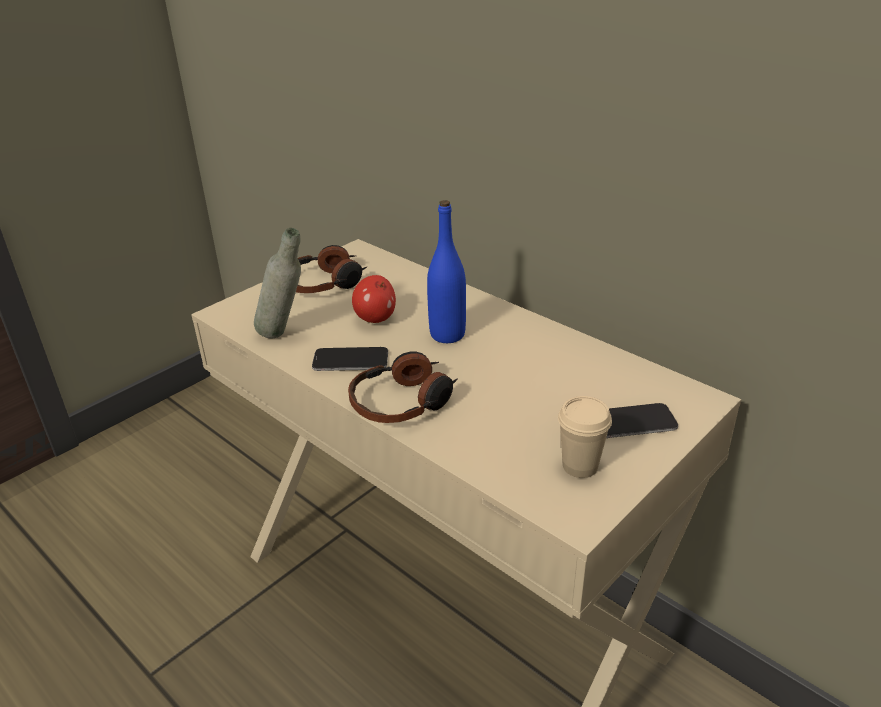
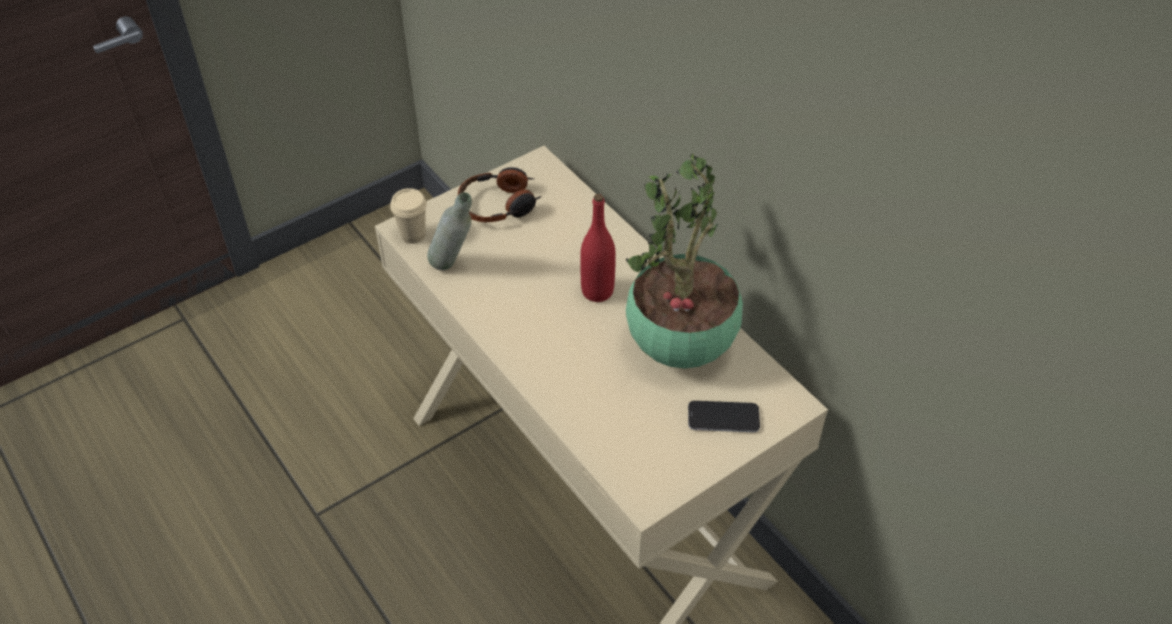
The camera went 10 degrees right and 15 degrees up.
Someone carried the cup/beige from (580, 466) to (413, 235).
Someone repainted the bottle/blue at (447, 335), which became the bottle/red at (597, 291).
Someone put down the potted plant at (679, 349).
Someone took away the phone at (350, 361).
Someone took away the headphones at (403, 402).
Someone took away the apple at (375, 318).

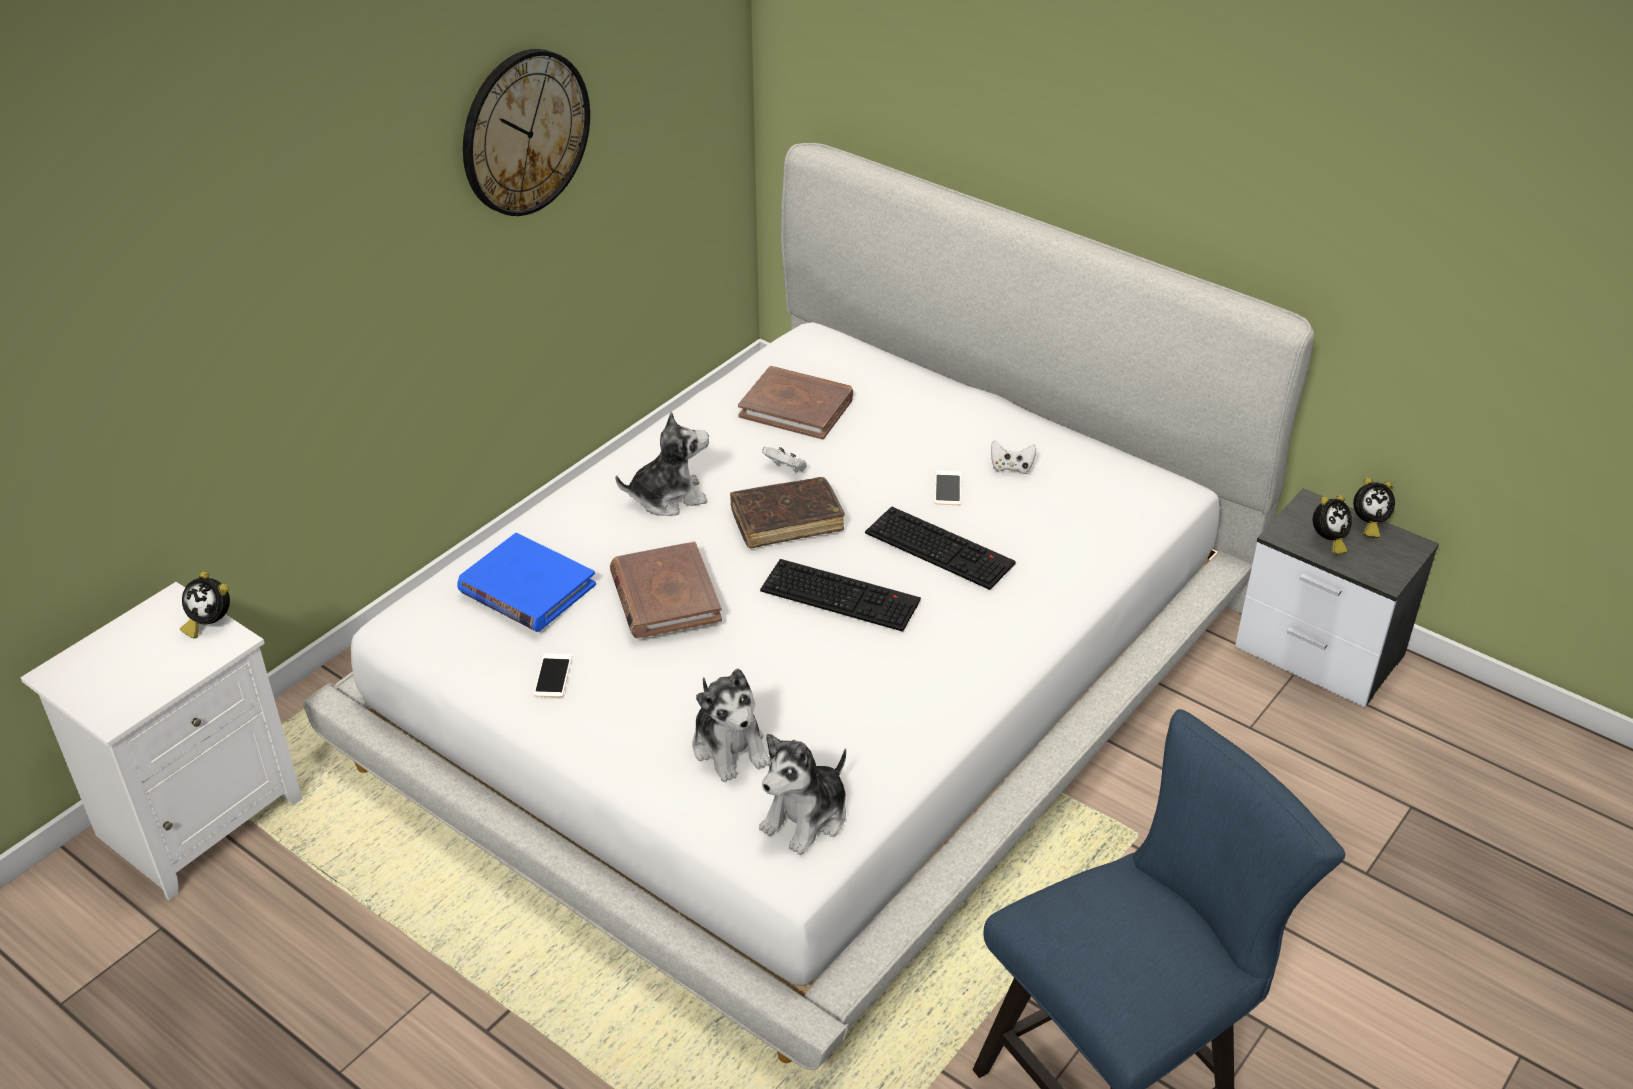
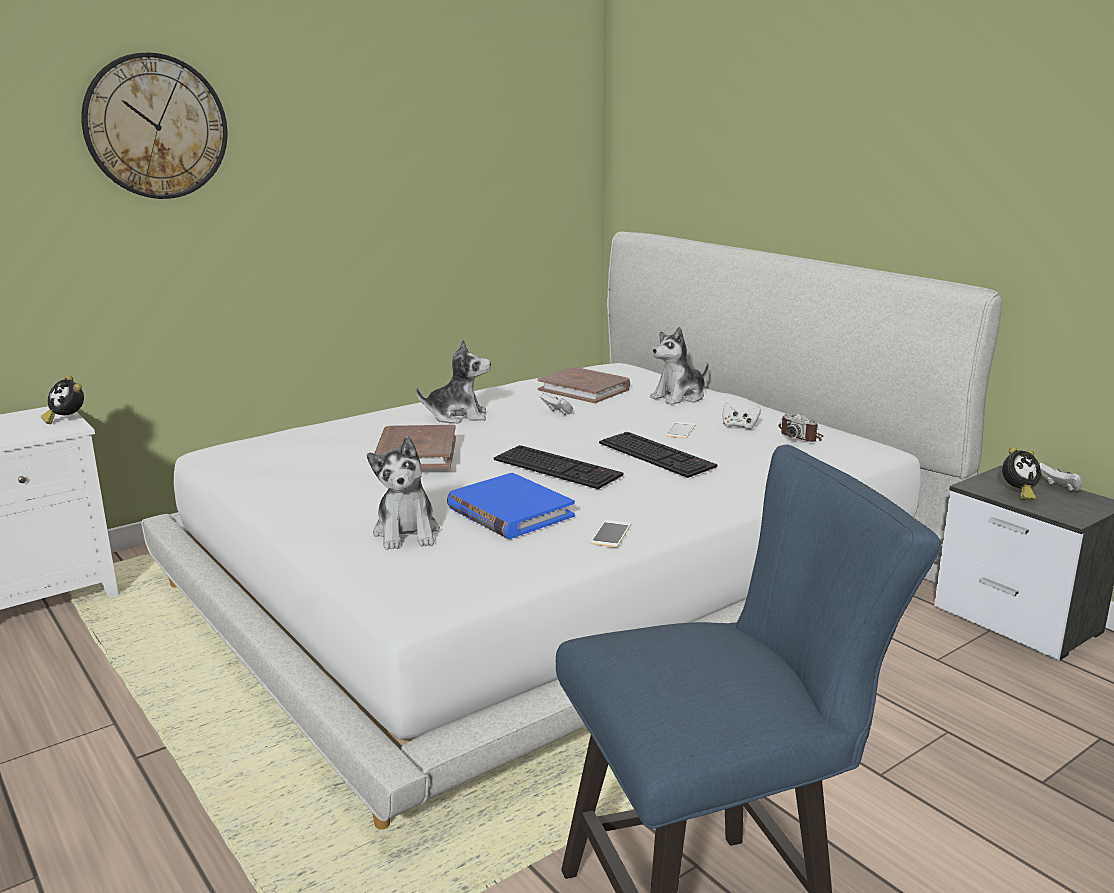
The camera went 15 degrees right and 20 degrees down.
Someone carried the wall clock from (525, 132) to (156, 127).
Someone carried the book/blue from (526, 588) to (509, 512).
Someone carried the phone from (553, 676) to (611, 534).
Someone carried the plush toy from (806, 818) to (679, 397).
Someone put down the photo camera at (801, 436).
Someone swapped the alarm clock at (1367, 524) for the game controller/white at (1059, 488).
Someone took away the book/brown at (787, 520).

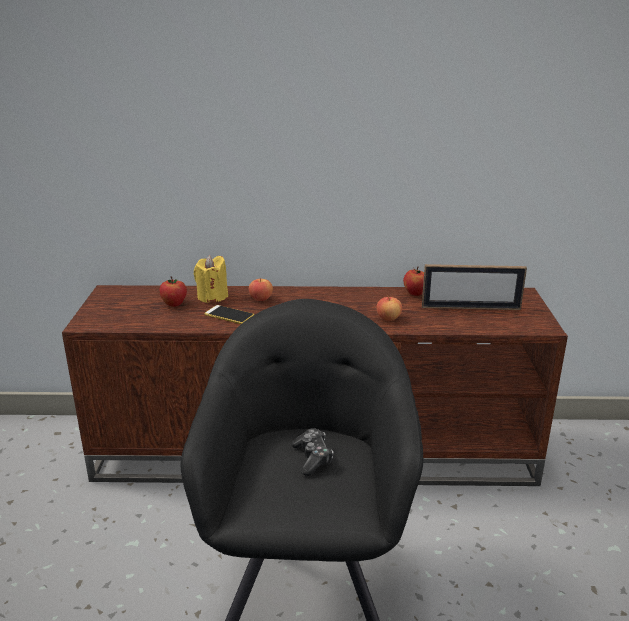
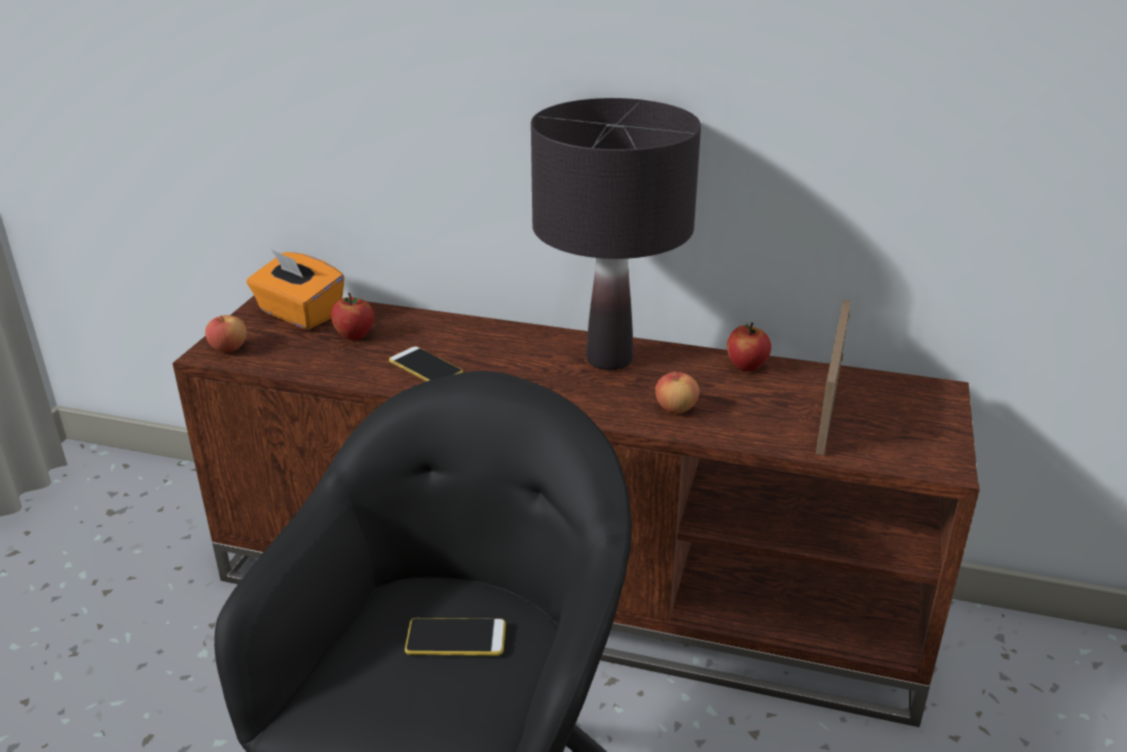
The camera went 15 degrees right and 5 degrees up.
Someone carried the apple from (261, 299) to (229, 348).
Someone put down the tissue box/orange at (299, 314).
Someone swapped the game controller at (312, 458) for the phone at (456, 638).
Someone put down the table lamp/black at (609, 359).
Someone rotated the picture frame at (470, 308) by 90 degrees clockwise.
Someone took away the candle/yellow at (212, 297).

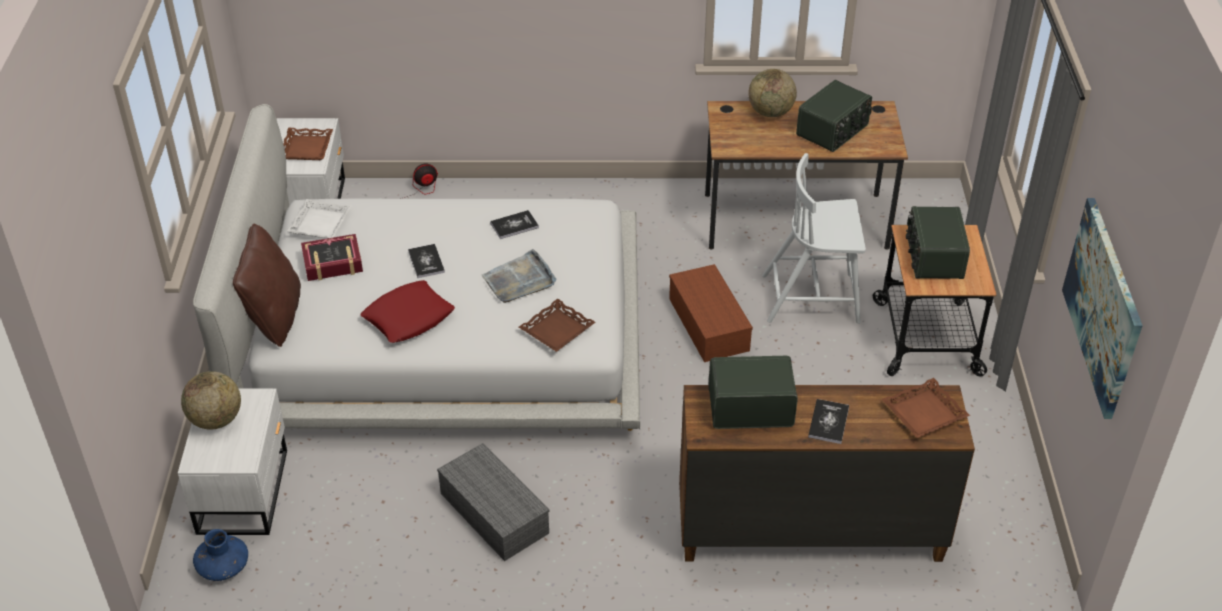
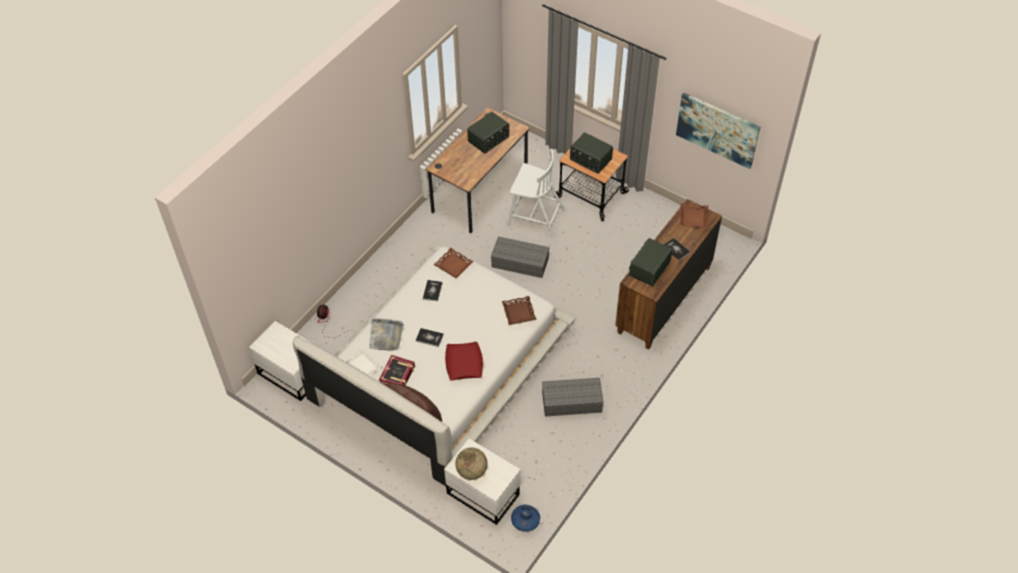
The camera went 55 degrees left and 10 degrees up.
Someone carried the tray/grey from (519, 280) to (386, 335).
Someone carried the tray/brown from (307, 148) to (453, 265).
Someone rotated the radio at (833, 131) by 60 degrees clockwise.
Someone repainted the storage box/brown at (710, 325), which became the storage box/grey at (521, 262).
Someone rotated the chair/white at (812, 298) by 105 degrees counterclockwise.
Someone took away the globe at (770, 112).

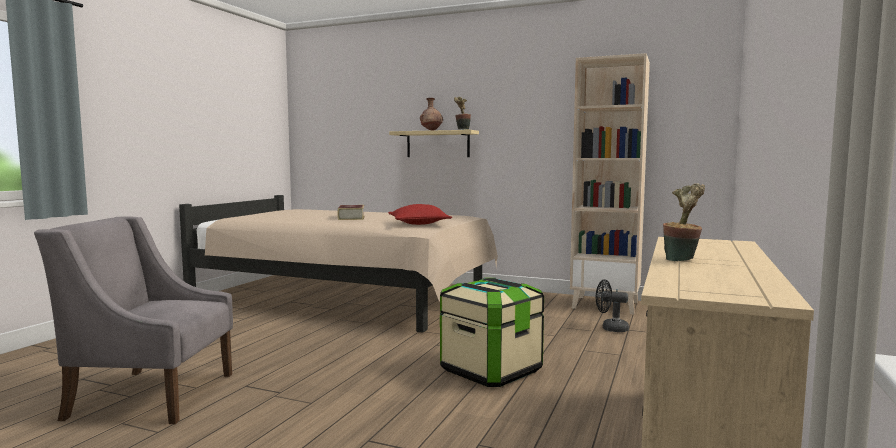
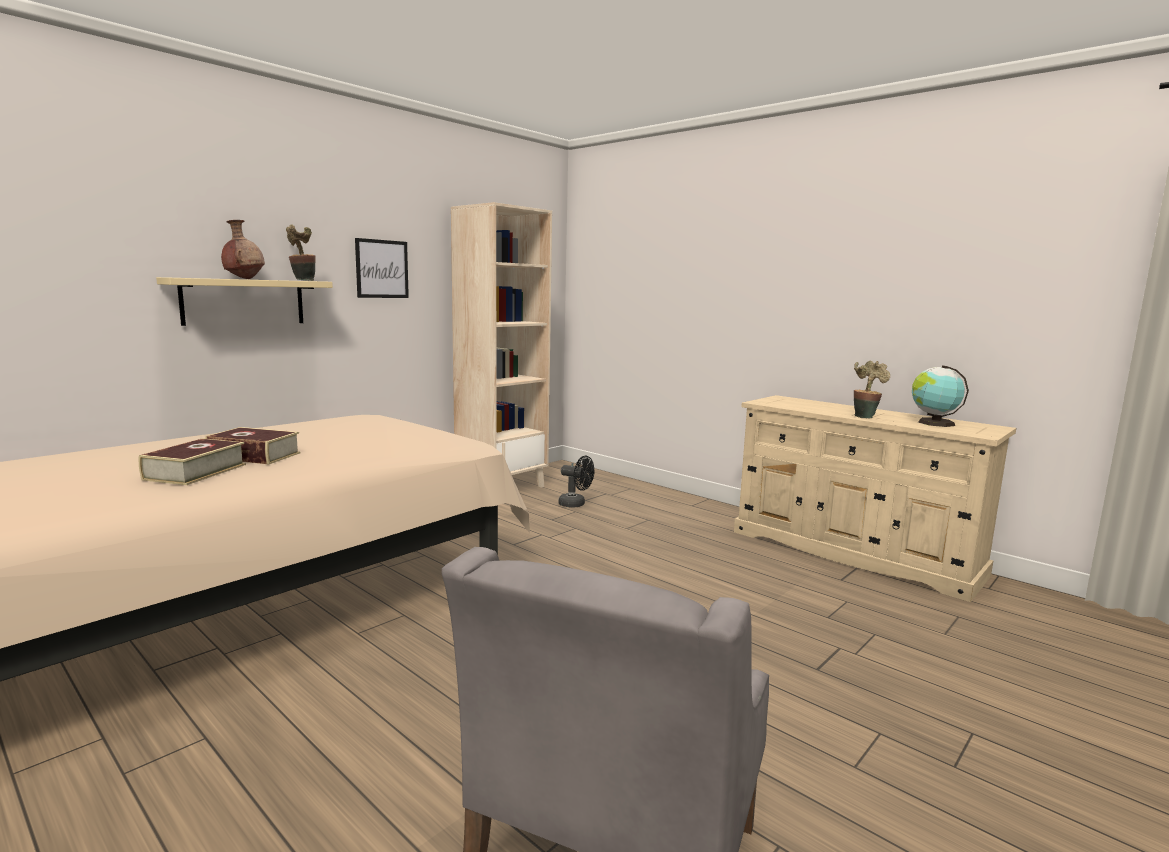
The camera went 70 degrees left and 5 degrees up.
Someone put down the book at (195, 472).
Someone put up the picture at (382, 269).
Someone rotated the fan/black at (610, 328) by 105 degrees counterclockwise.
Someone put down the globe at (933, 423).
Someone took away the pillow/red at (418, 224).
Someone took away the storage box at (490, 370).

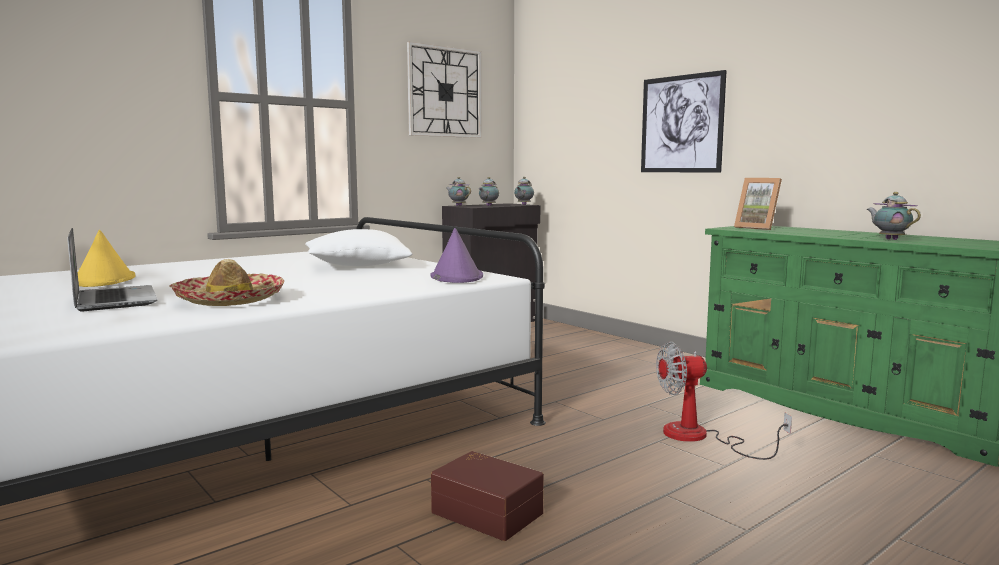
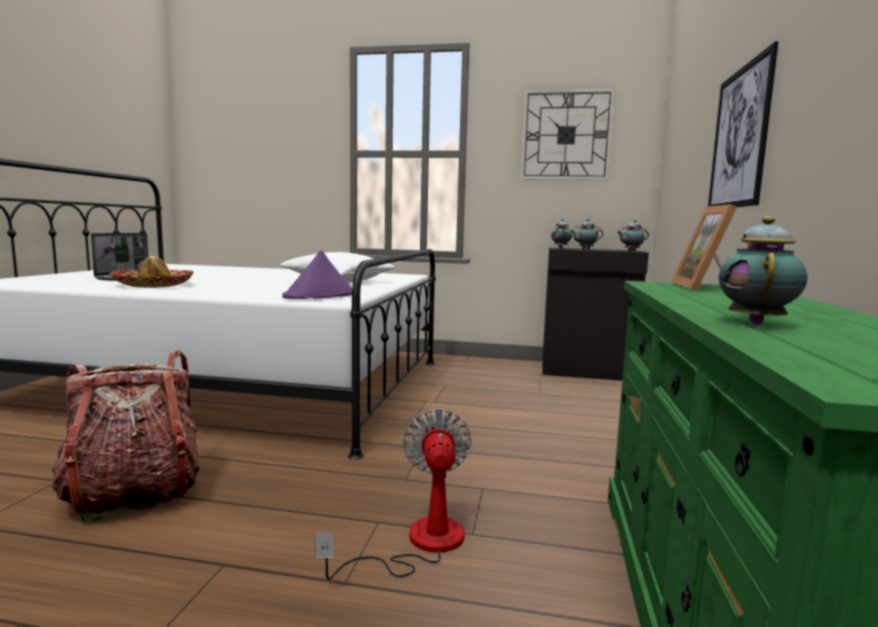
The camera went 50 degrees right and 0 degrees up.
Someone swapped the storage box/brown at (488, 511) for the backpack at (133, 493).
Someone rotated the fan at (700, 437) by 45 degrees clockwise.
Someone took away the hat/yellow at (104, 281).

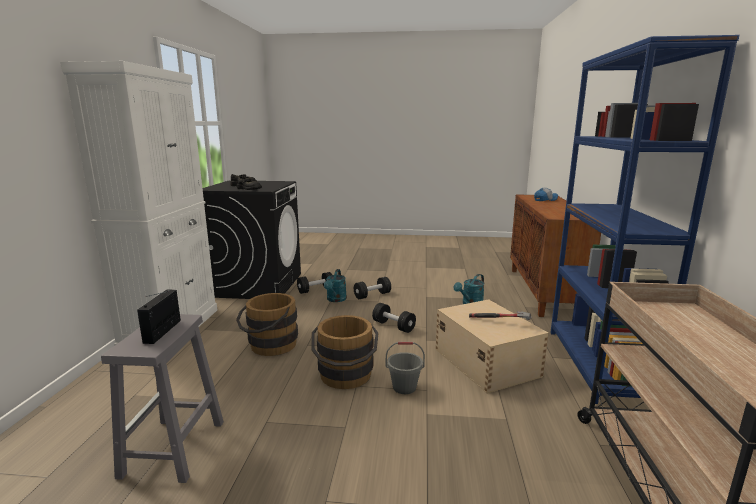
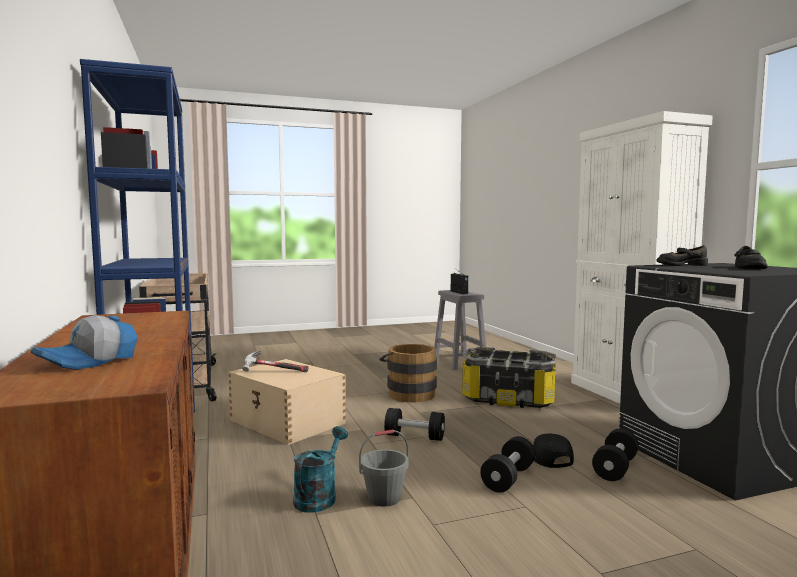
The camera went 155 degrees right and 10 degrees down.
Someone carried the bucket/grey from (404, 387) to (384, 498).
Someone swapped the bucket/brown at (269, 346) for the storage box at (508, 399).
Someone swapped the watering can/turquoise at (335, 300) for the cap/black at (548, 457).

